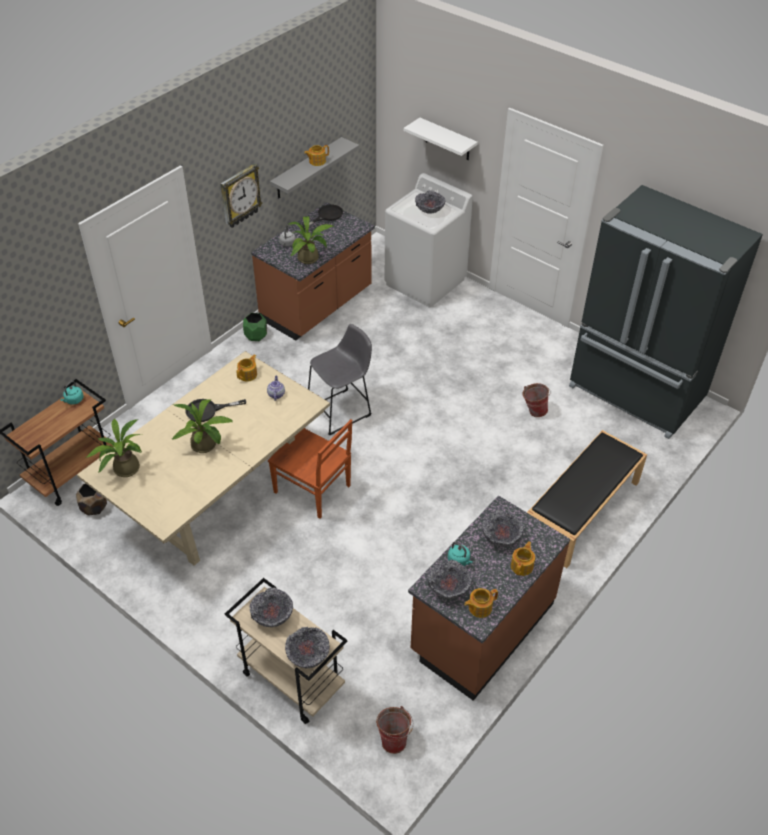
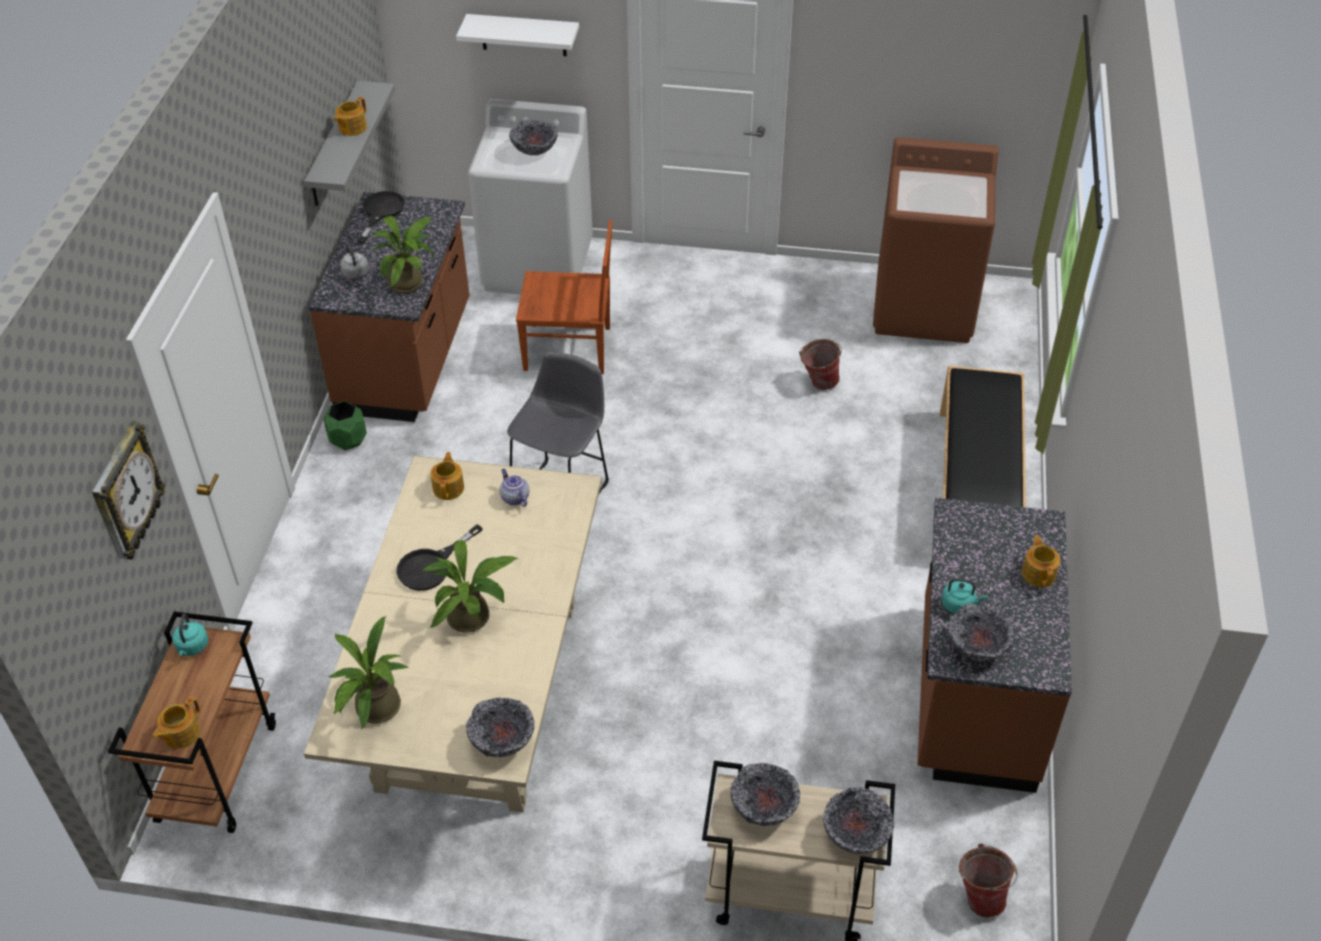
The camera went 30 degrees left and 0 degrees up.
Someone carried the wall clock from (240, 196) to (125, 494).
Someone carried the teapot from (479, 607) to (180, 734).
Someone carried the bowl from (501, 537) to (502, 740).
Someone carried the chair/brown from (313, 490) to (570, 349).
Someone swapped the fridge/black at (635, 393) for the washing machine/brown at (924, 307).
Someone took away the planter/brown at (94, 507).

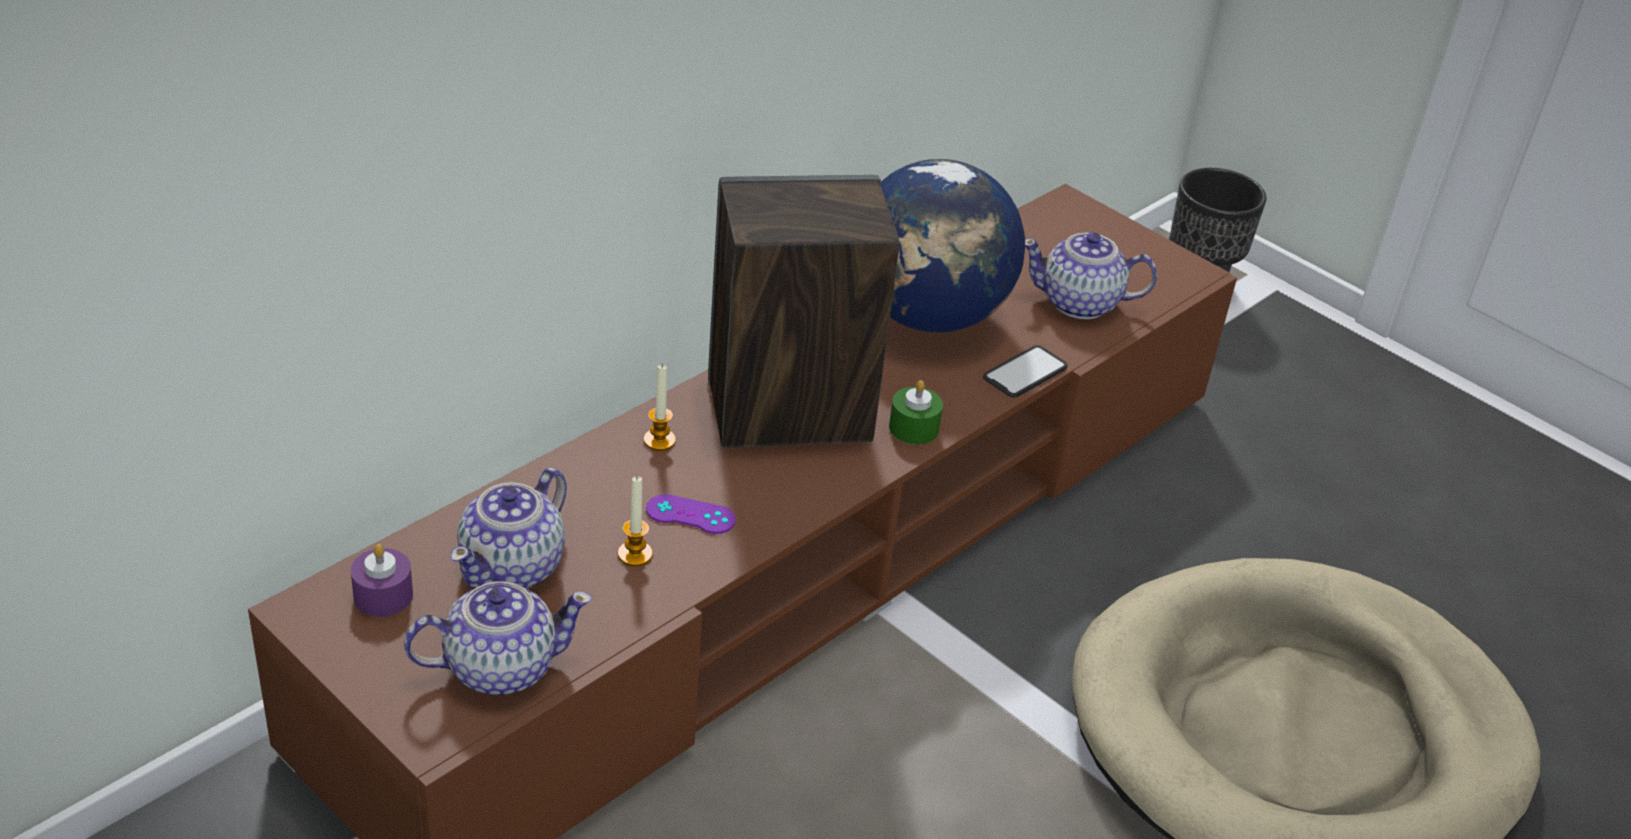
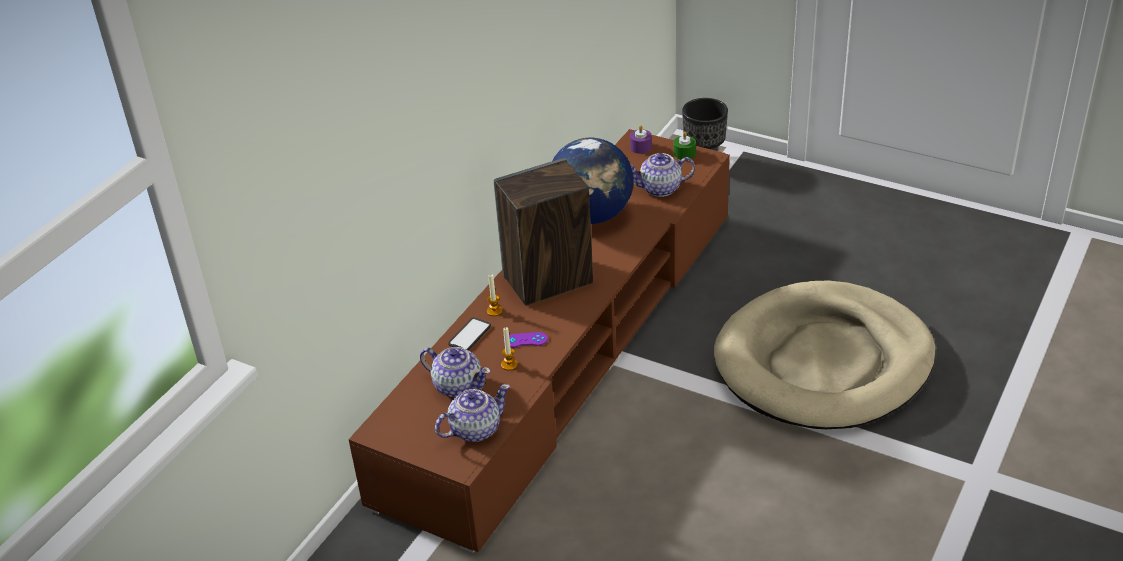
The camera went 10 degrees left and 0 degrees up.
Someone rotated the teapot at (514, 566) by 75 degrees counterclockwise.
Someone carried the phone from (1025, 373) to (469, 335).
Someone carried the candle/purple from (383, 596) to (640, 147).
Someone carried the candle/green from (913, 428) to (684, 154).

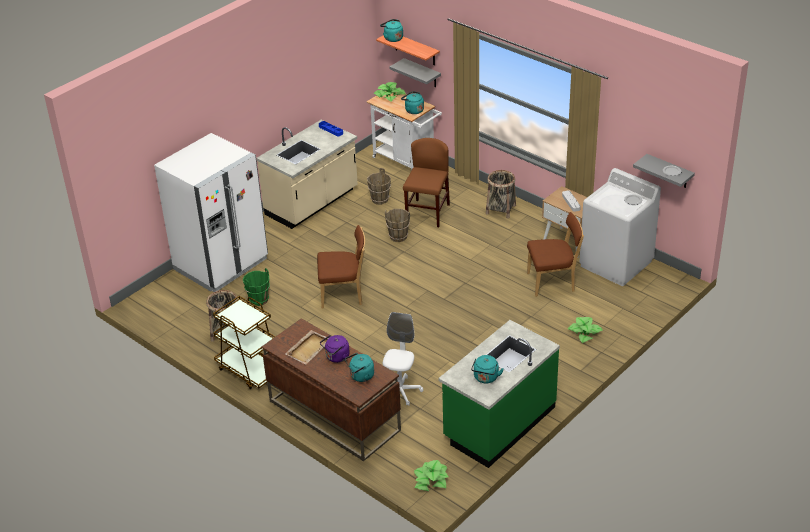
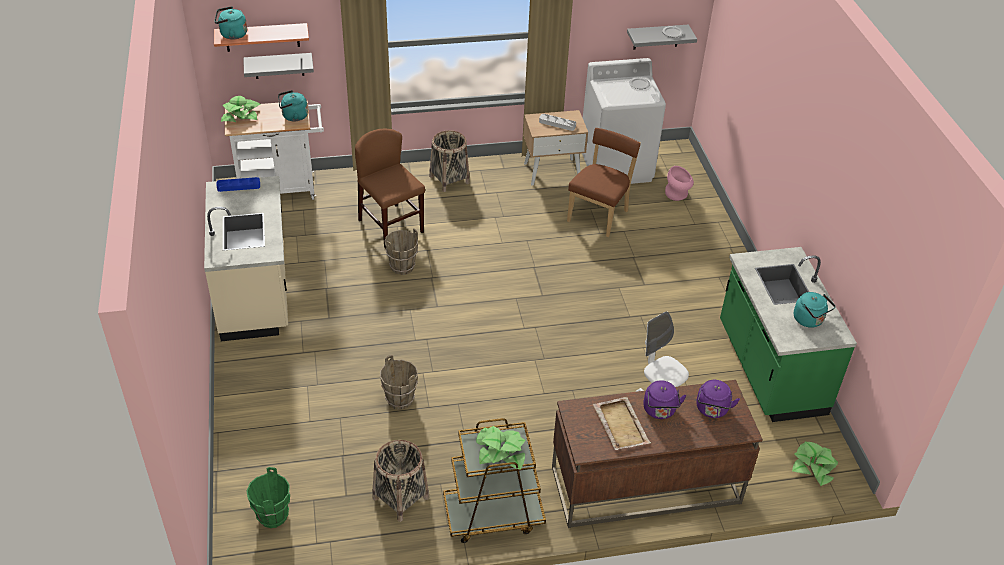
The camera went 55 degrees left and 5 degrees up.
Someone carried the bucket/green from (258, 300) to (272, 516).
Someone carried the bucket/brown from (379, 200) to (399, 400).
Someone carried the potted plant from (585, 332) to (501, 451).
Someone put down the vase/pink at (677, 195).
Someone repainted the kettle/turquoise at (360, 376), which became the kettle/purple at (712, 410).
Someone took away the fridge/white at (221, 264).
Someone took away the chair/brown at (344, 295).

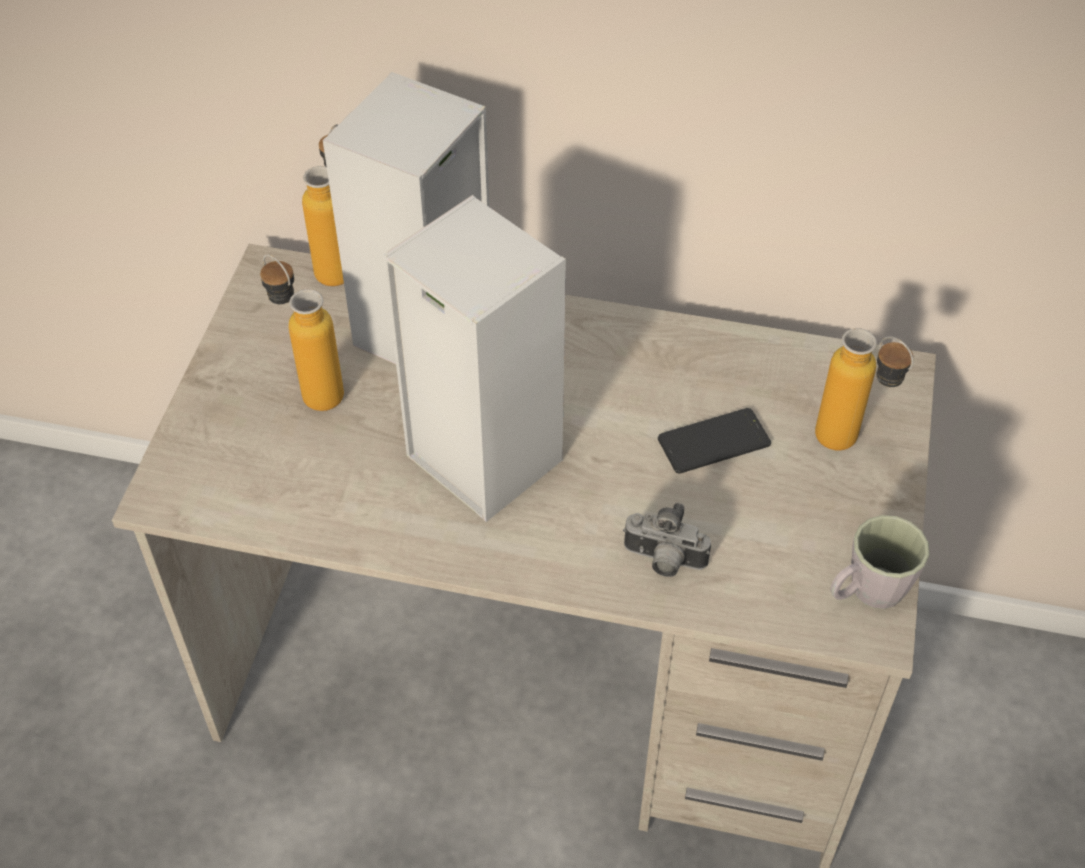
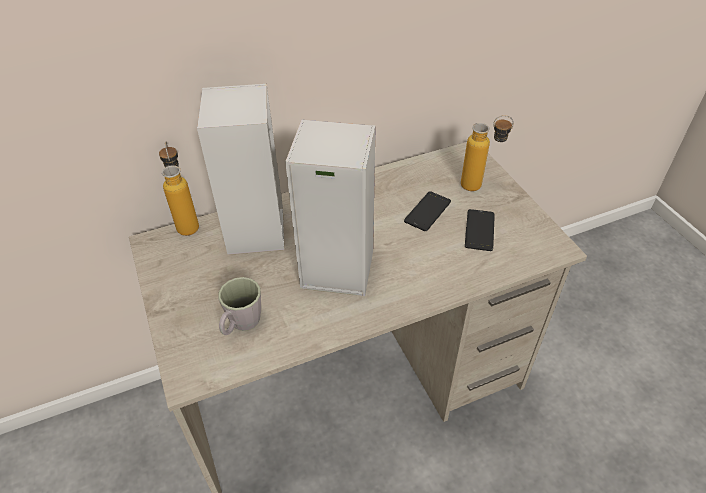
The camera went 35 degrees left and 5 degrees down.
Someone carried the mug/grey from (866, 593) to (241, 324).
Someone put down the phone at (479, 230).
Someone took away the bottle at (311, 388).
Someone took away the photo camera at (663, 561).

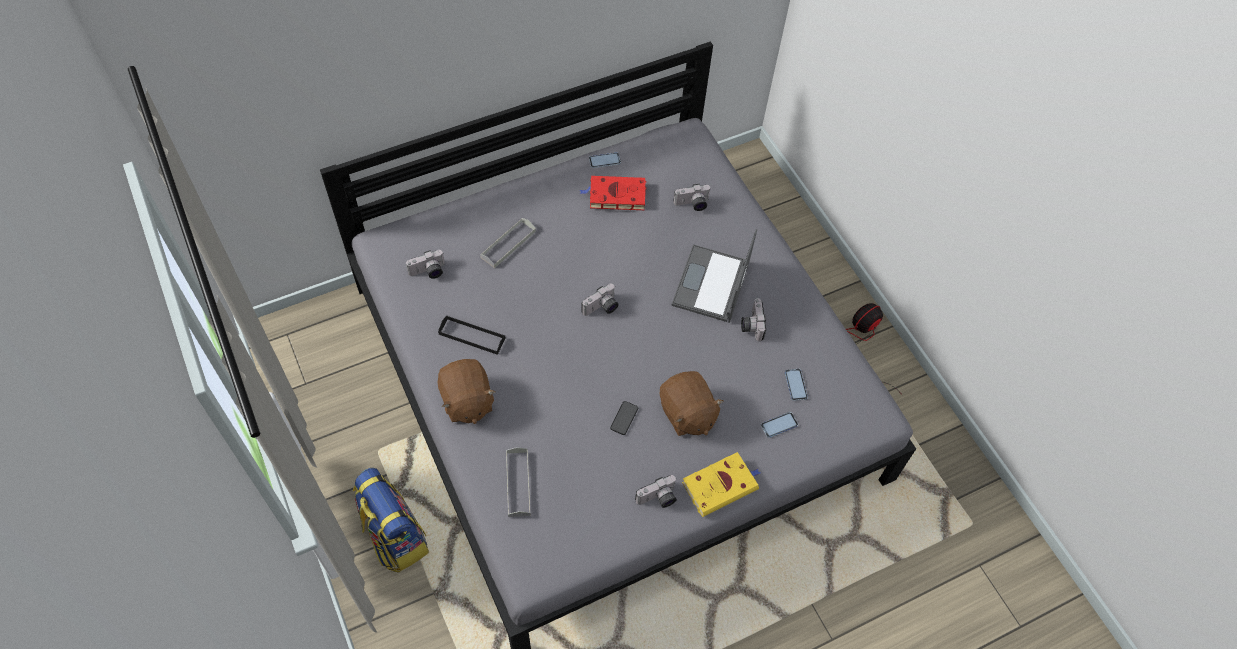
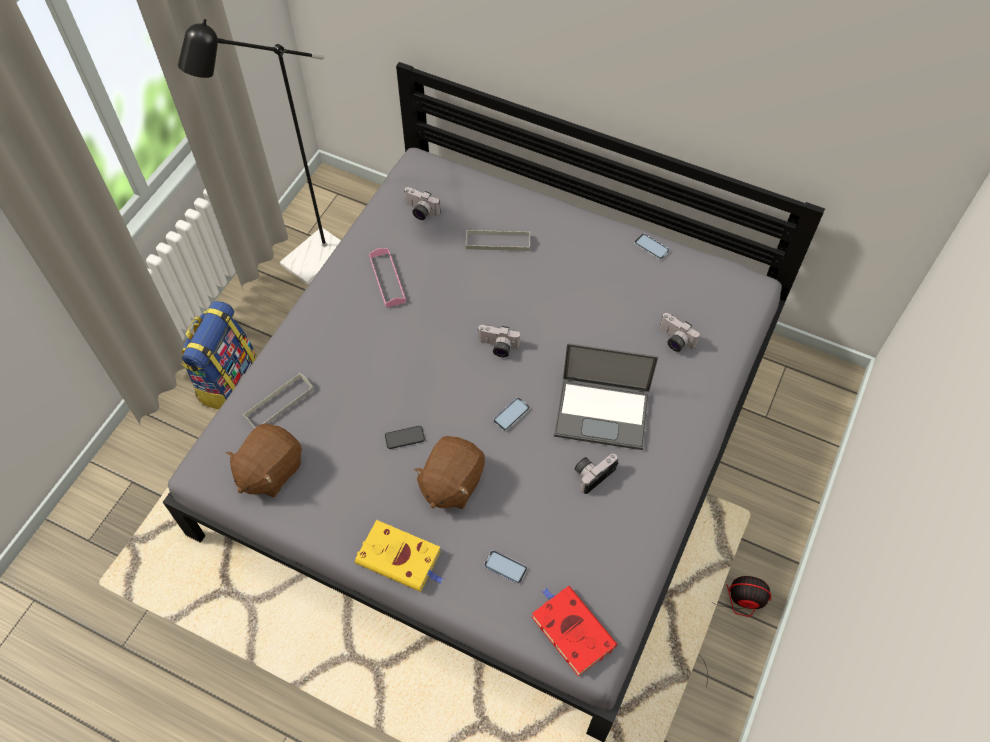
The camera went 55 degrees right and 0 degrees up.
Someone put down the floor lamp/black at (306, 264).
Someone carried the plush toy/brown from (466, 401) to (269, 470).
Someone repainted the tray/black at (472, 336), which became the tray/pink at (387, 279).
Someone carried the phone from (795, 385) to (511, 415).
Someone carried the book/red from (615, 195) to (571, 630).
Someone rotated the laptop at (711, 285) by 150 degrees counterclockwise.
Someone took away the photo camera at (658, 499).

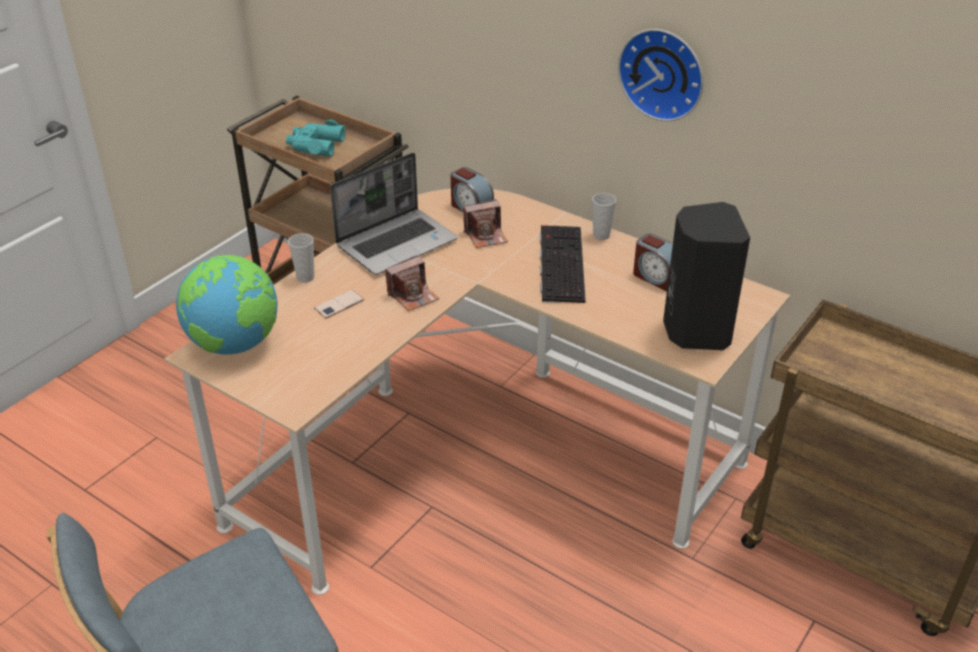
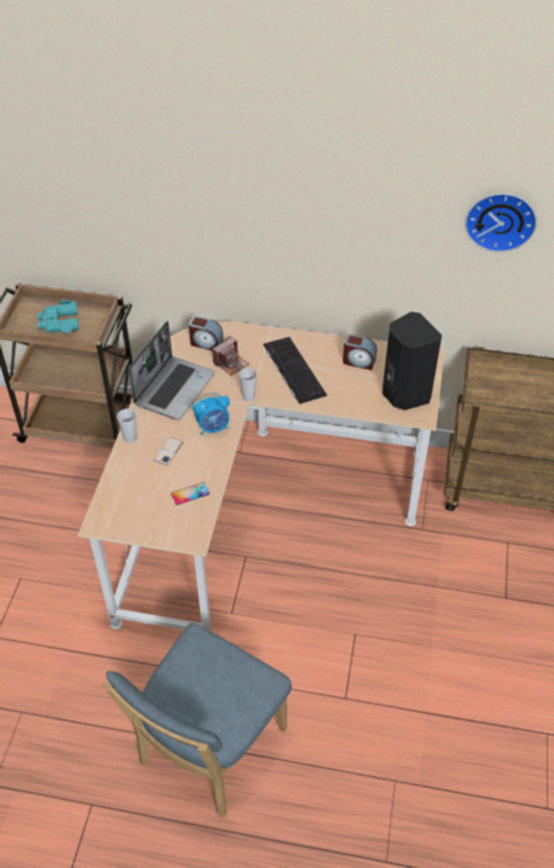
The camera went 25 degrees left and 10 degrees up.
Someone put down the phone at (190, 494).
Someone swapped the photo camera at (413, 296) for the alarm clock at (213, 428).
Someone carried the cup from (601, 235) to (248, 397).
Someone carried the wall clock from (663, 73) to (500, 219).
Someone took away the globe at (235, 344).

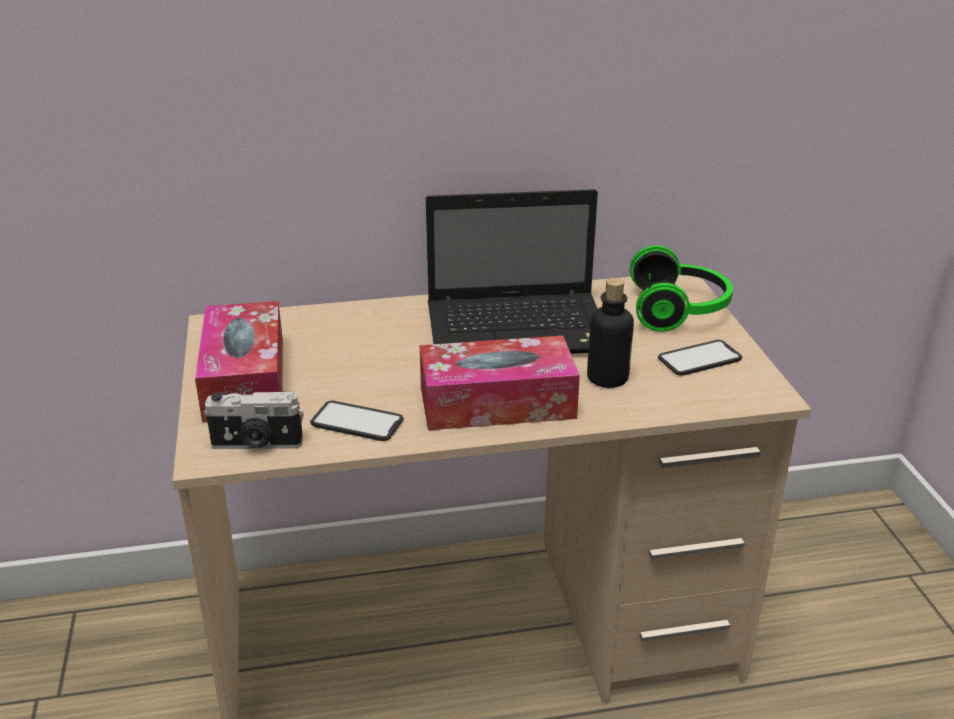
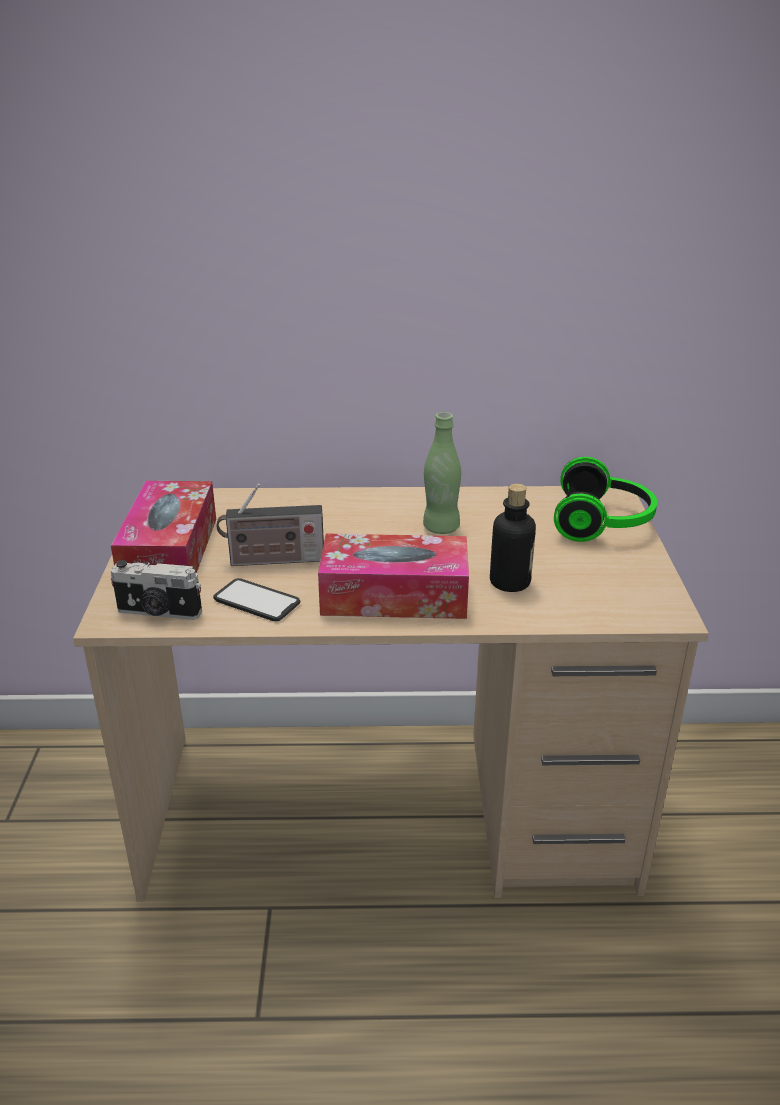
The camera went 10 degrees right and 0 degrees up.
Someone put down the radio at (272, 560).
Someone swapped the laptop at (521, 329) for the bottle/green at (441, 527).
Someone took away the phone at (699, 359).

